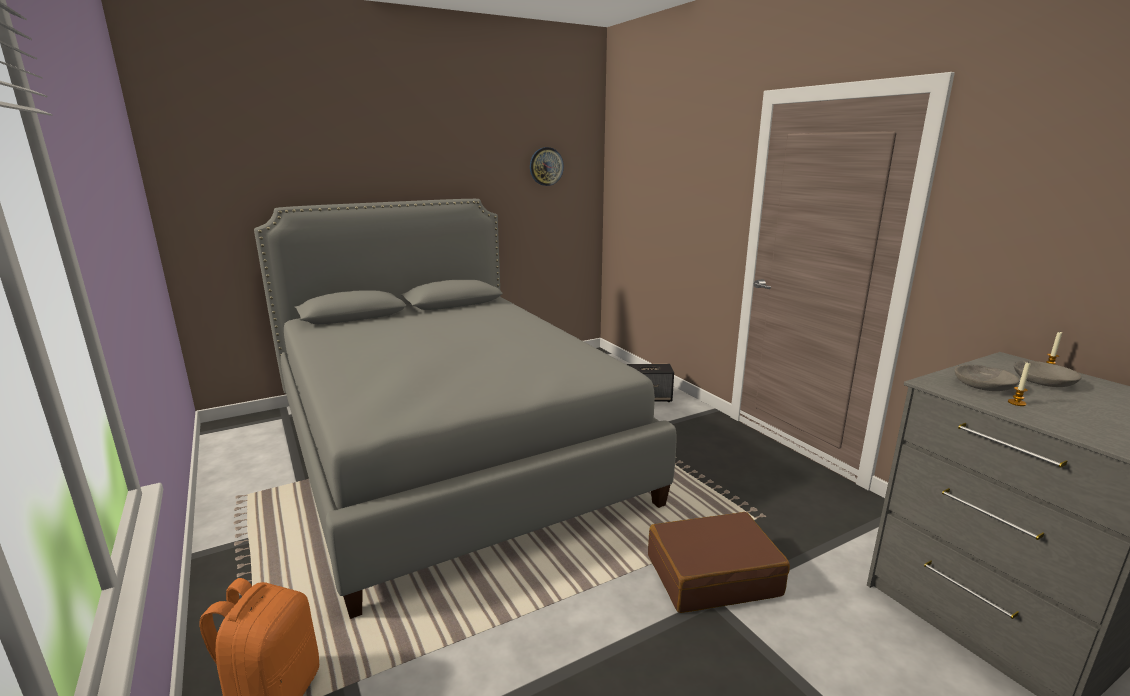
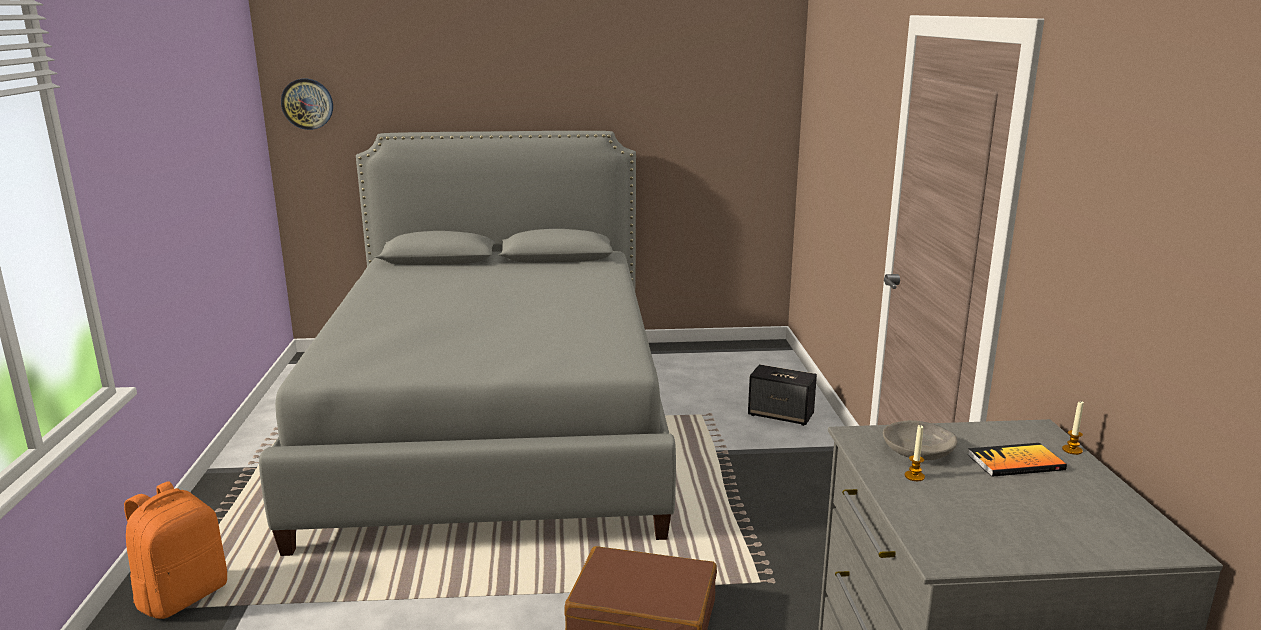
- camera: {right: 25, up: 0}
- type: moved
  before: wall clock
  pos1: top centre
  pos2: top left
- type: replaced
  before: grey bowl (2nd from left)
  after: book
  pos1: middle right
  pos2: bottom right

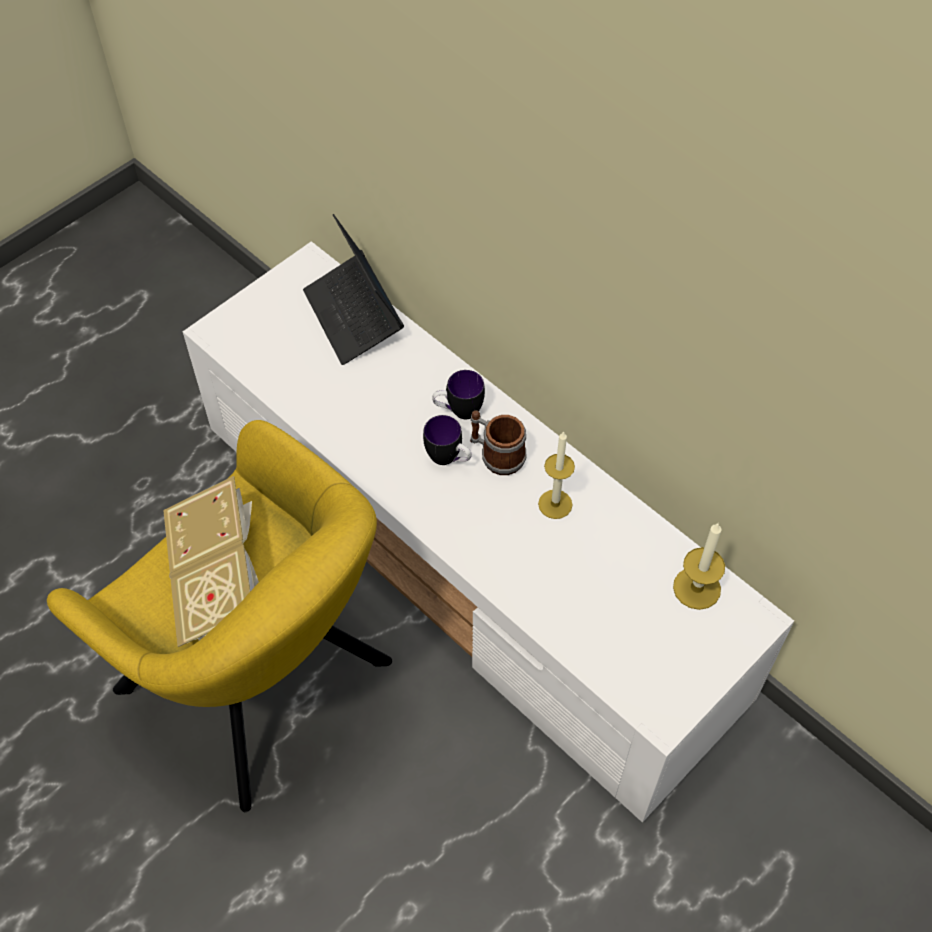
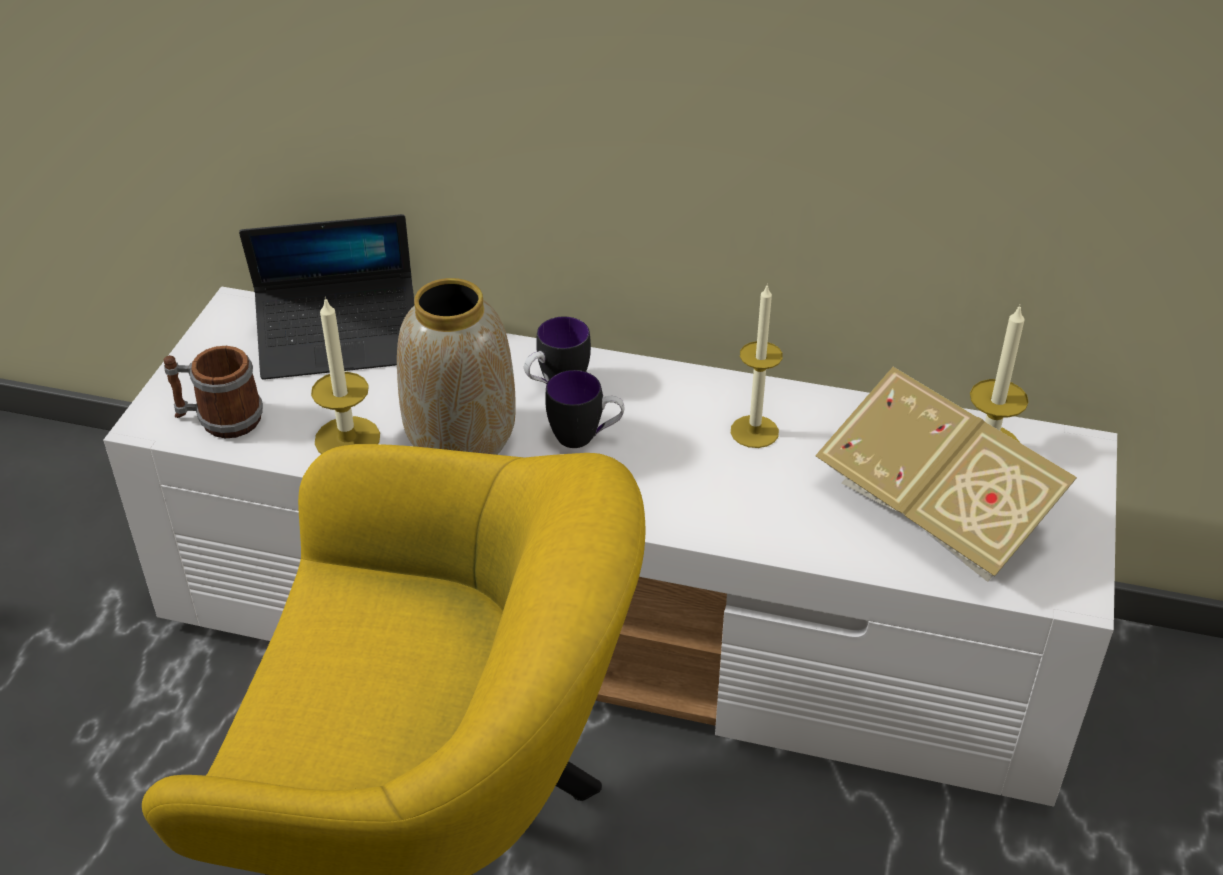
- camera: {right: -30, up: -15}
- type: turned
  before: laptop
  pos1: top centre
  pos2: middle left
  turn: -45
- type: moved
  before: mug (3rd from left in the first image)
  after: mug (1st from left)
  pos1: centre
  pos2: middle left
- type: moved
  before: book
  pos1: middle left
  pos2: middle right
- type: added
  after: vase
  pos2: centre
- type: added
  after: candle (1st from left)
  pos2: middle left

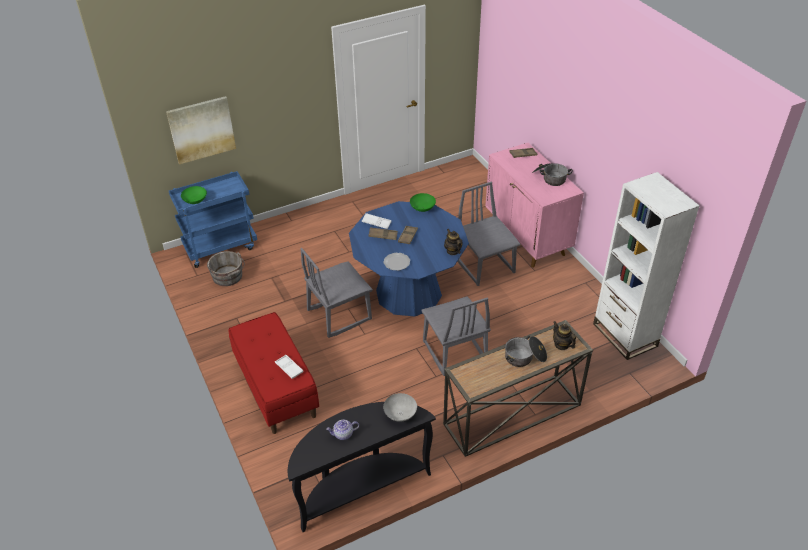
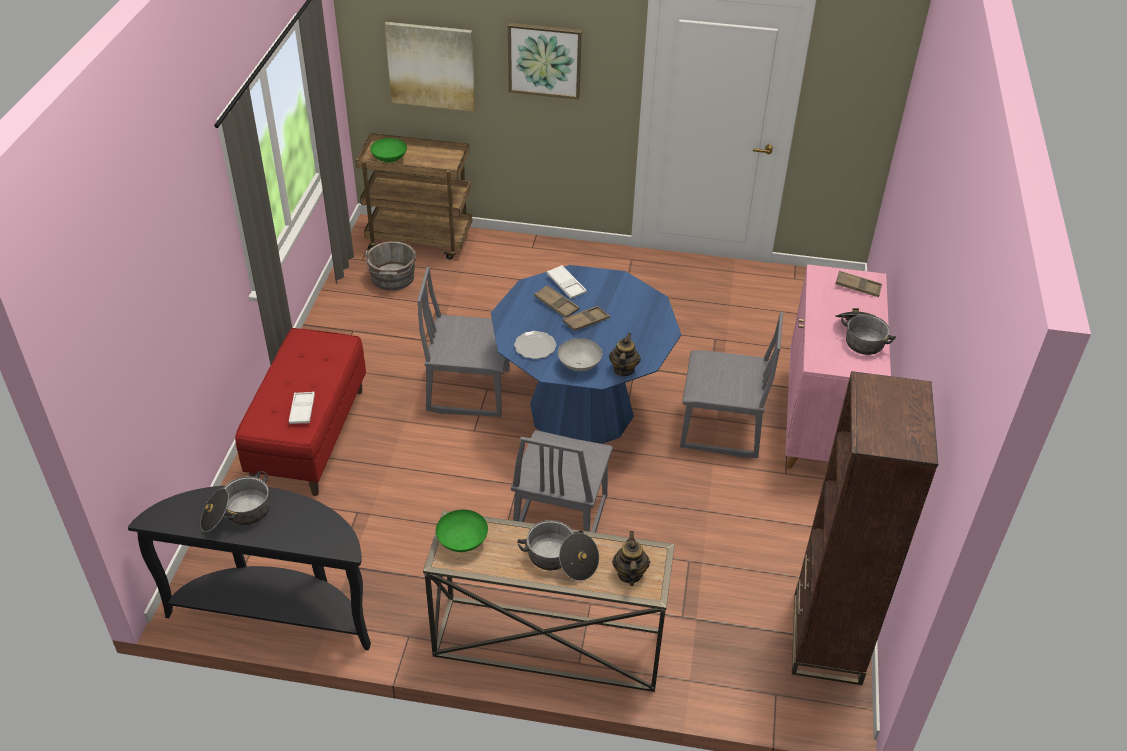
- camera: {right: 35, up: 0}
- type: recoloured
  before: blue cart
  after: brown cart
  pos1: middle left
  pos2: top centre
- type: recoloured
  before: white bookcase
  after: brown bookcase
  pos1: middle right
  pos2: bottom right
- type: turned
  before: grey chair (3rd from left)
  pos1: centre
  pos2: centre
  turn: 90
- type: moved
  before: green bowl (2nd from left)
  pos1: centre
  pos2: bottom centre
- type: moved
  before: grey bowl
  pos1: bottom centre
  pos2: centre
- type: replaced
  before: teapot (1st from left)
  after: cooking pot (1st from left)
  pos1: bottom centre
  pos2: bottom left
- type: added
  after: picture (2nd from left)
  pos2: top centre

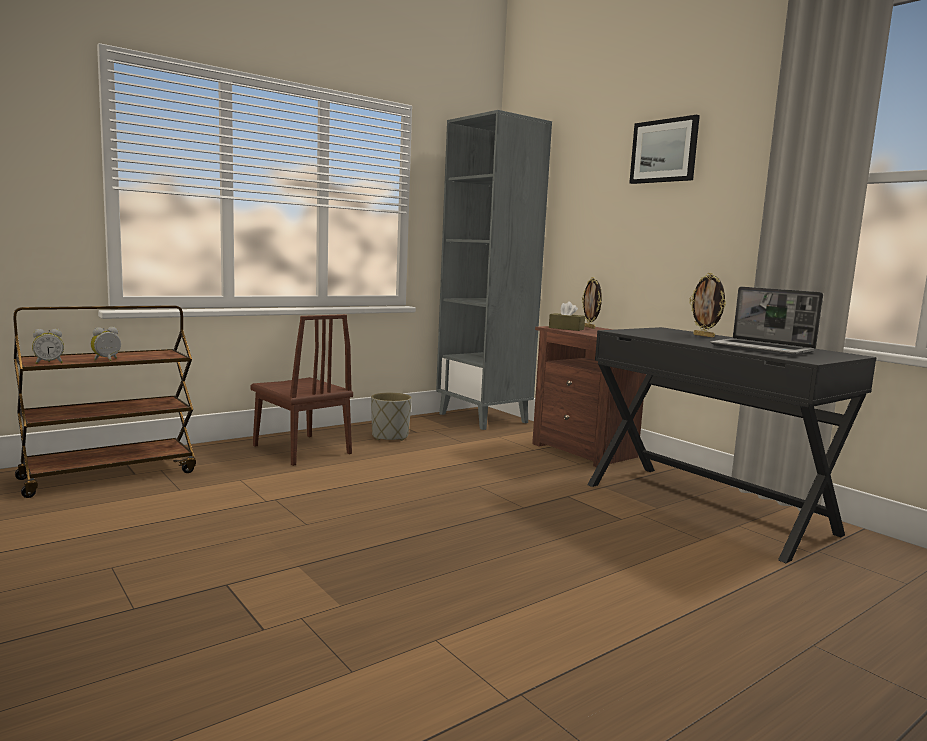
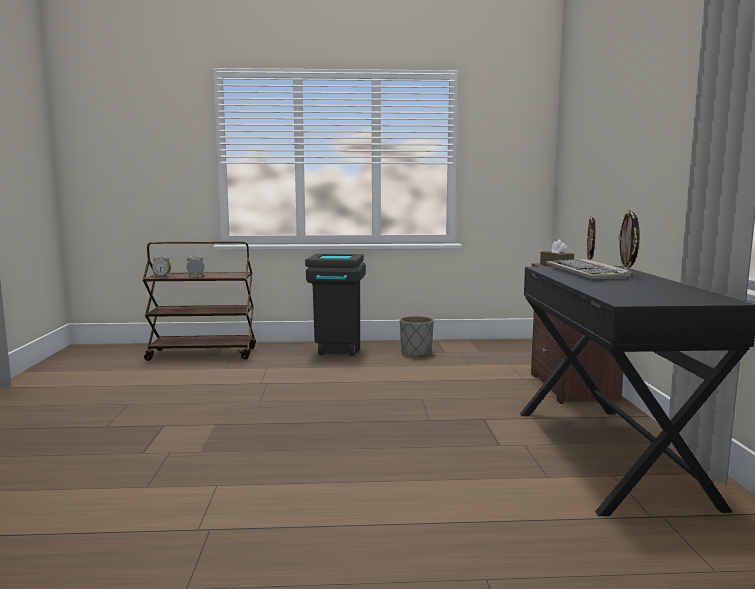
- camera: {right: 35, up: 0}
- type: removed
  before: grey bookcase
  pos1: centre
- type: removed
  before: picture
  pos1: top right
- type: removed
  before: laptop
  pos1: middle right
- type: replaced
  before: brown chair
  after: grey trash can
  pos1: middle left
  pos2: centre
- type: added
  after: keyboard
  pos2: middle right

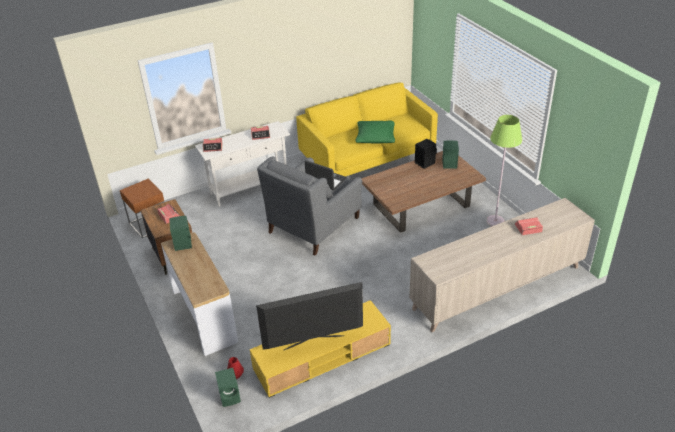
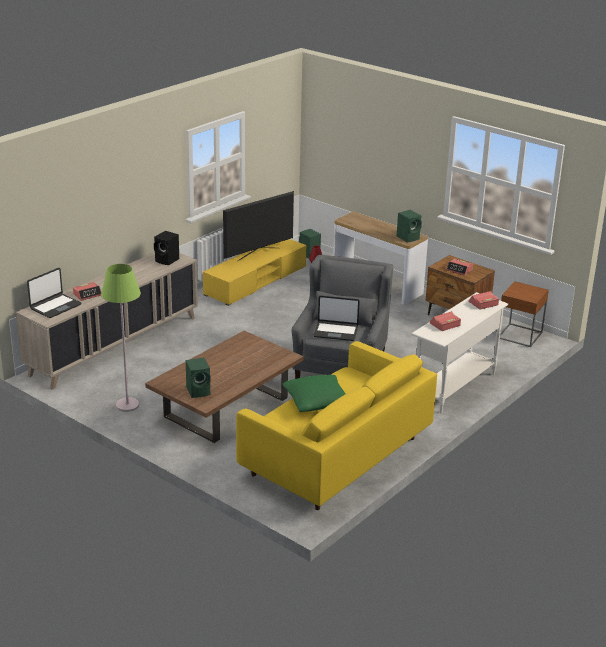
- camera: {right: 155, up: -10}
- type: moved
  before: black speaker
  pos1: centre
  pos2: middle left
- type: added
  after: laptop (1st from left)
  pos2: middle left

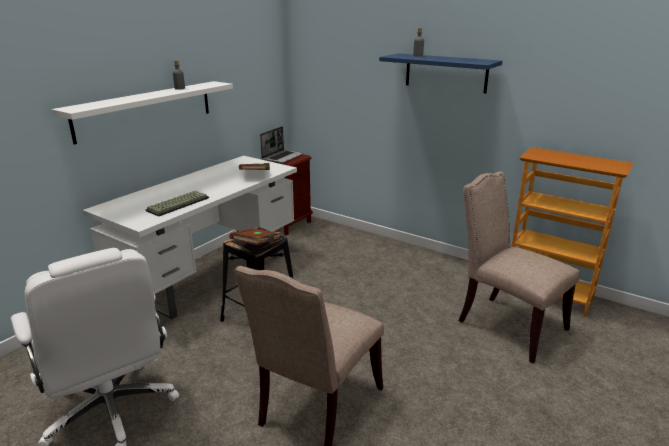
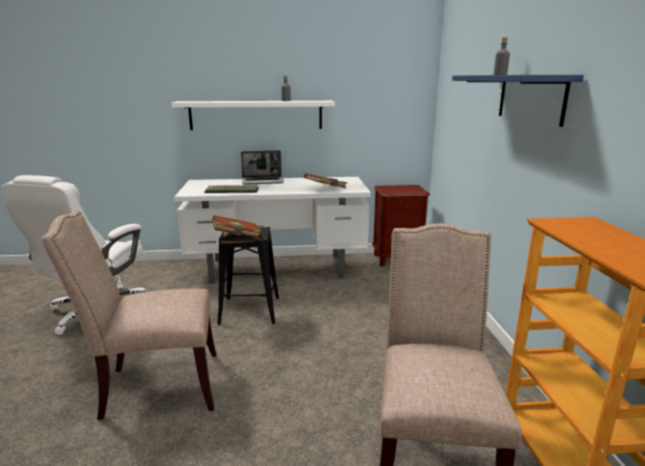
- camera: {right: 50, up: -5}
- type: moved
  before: laptop
  pos1: top centre
  pos2: centre

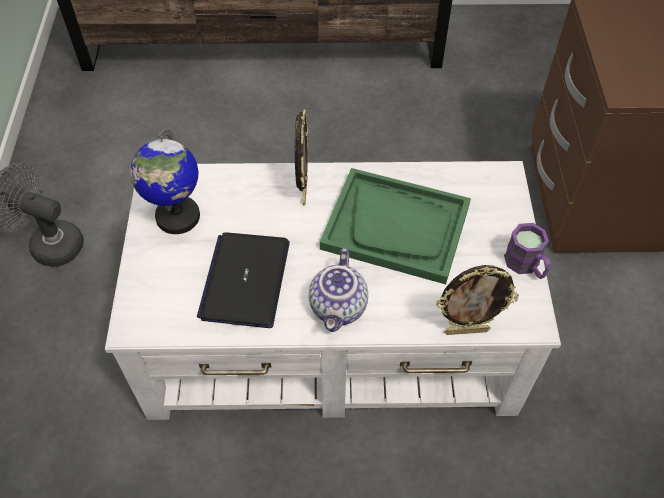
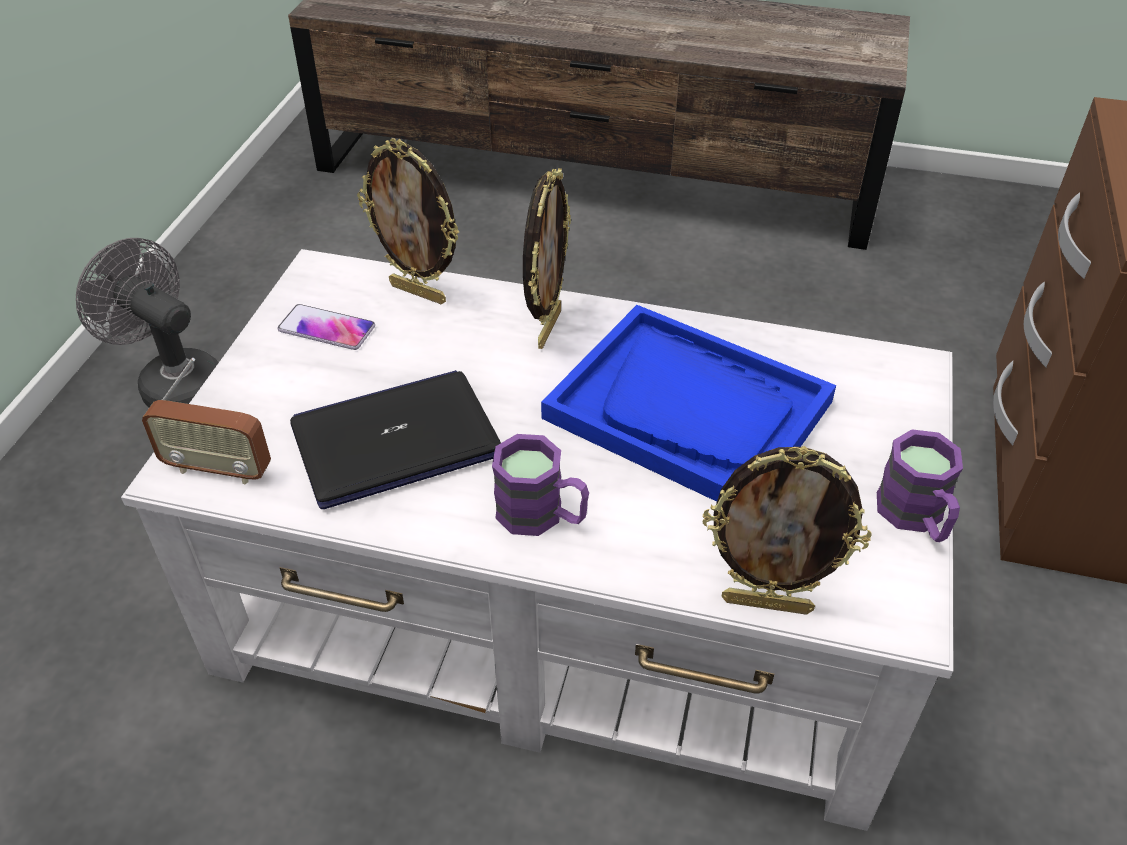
- camera: {right: 15, up: -10}
- type: replaced
  before: globe
  after: phone
  pos1: middle left
  pos2: middle left
- type: recoloured
  before: green tray
  after: blue tray
  pos1: centre
  pos2: centre
- type: turned
  before: laptop
  pos1: centre
  pos2: centre
  turn: 45
- type: replaced
  before: teapot
  after: purple mug (1st from left)
  pos1: centre
  pos2: centre
- type: added
  after: picture frame (1st from left)
  pos2: top centre
- type: added
  after: radio
  pos2: middle left

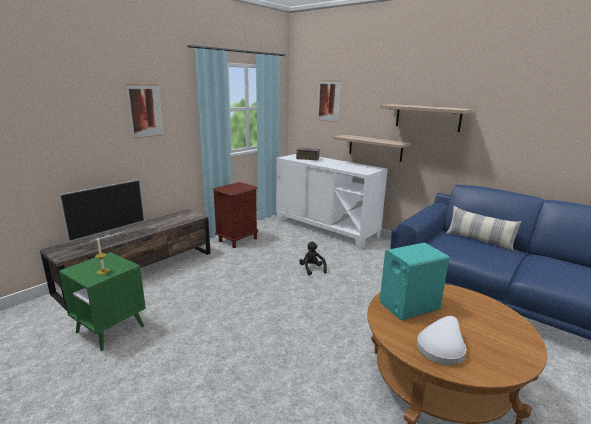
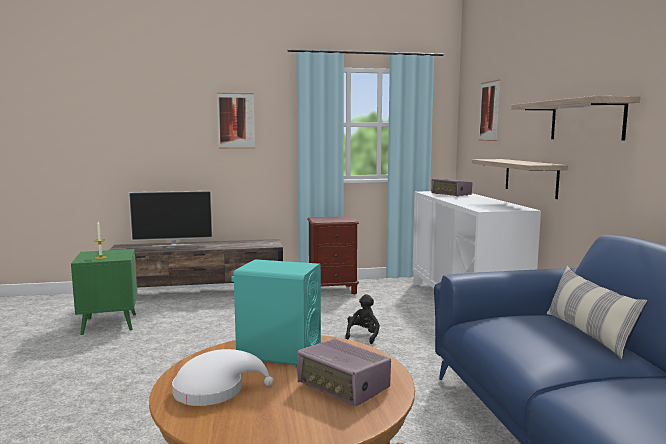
- camera: {right: 40, up: -10}
- type: added
  after: radio (1st from left)
  pos2: bottom centre

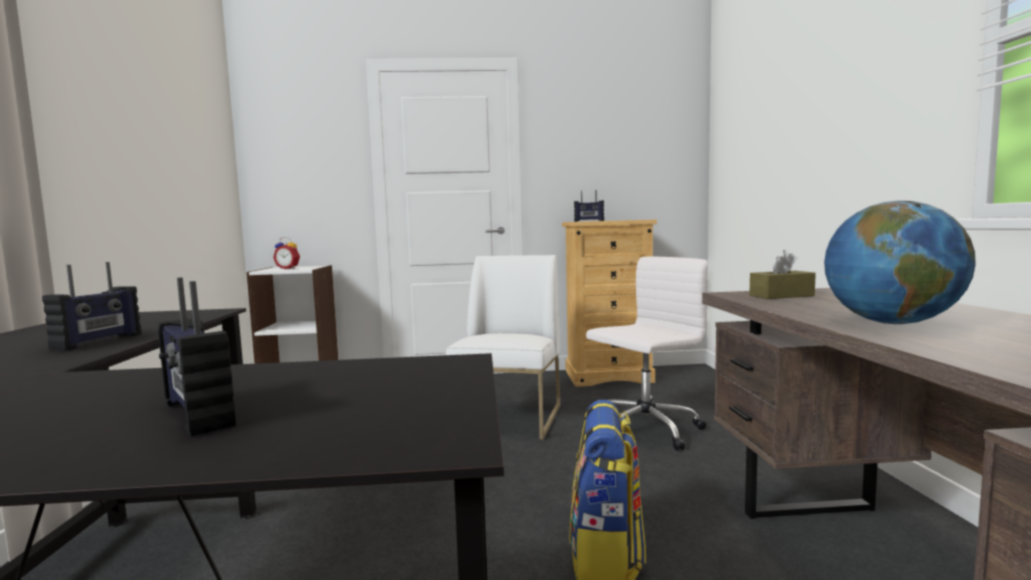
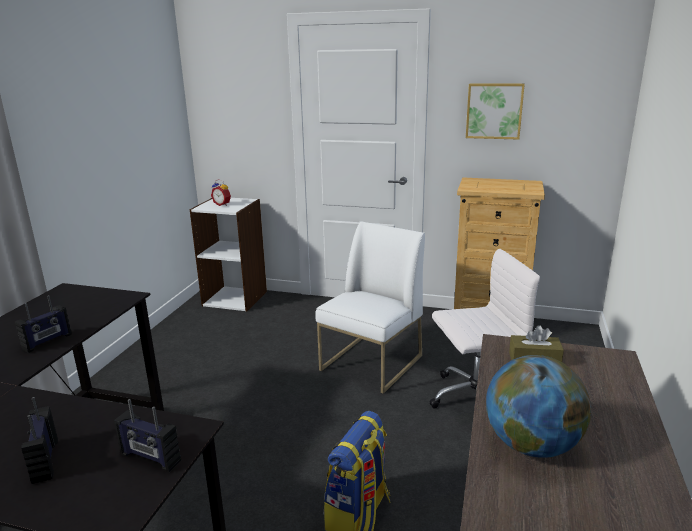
- camera: {right: 20, up: 15}
- type: moved
  before: radio (3rd from left)
  pos1: centre
  pos2: bottom left
- type: added
  after: picture
  pos2: top right

